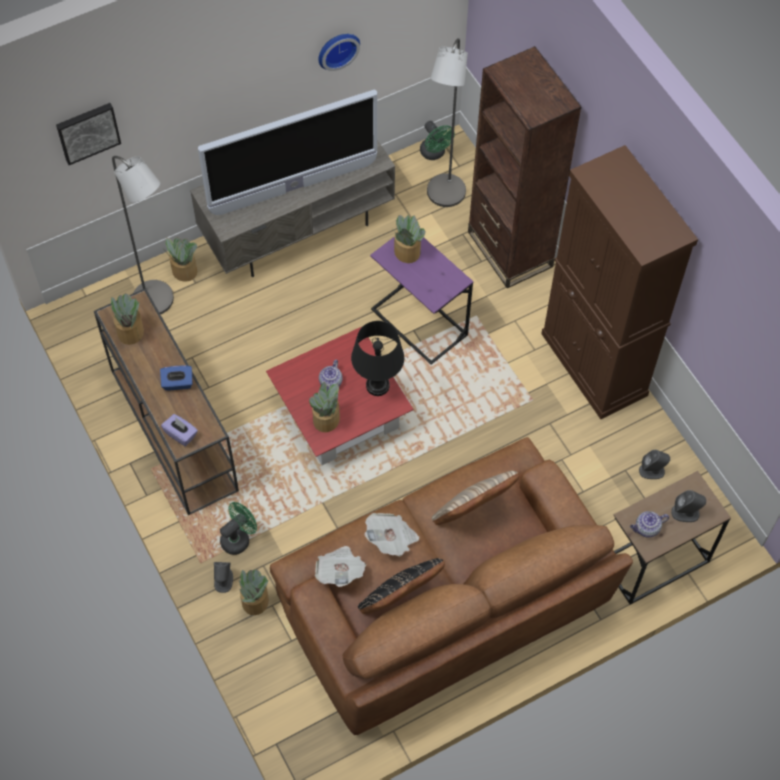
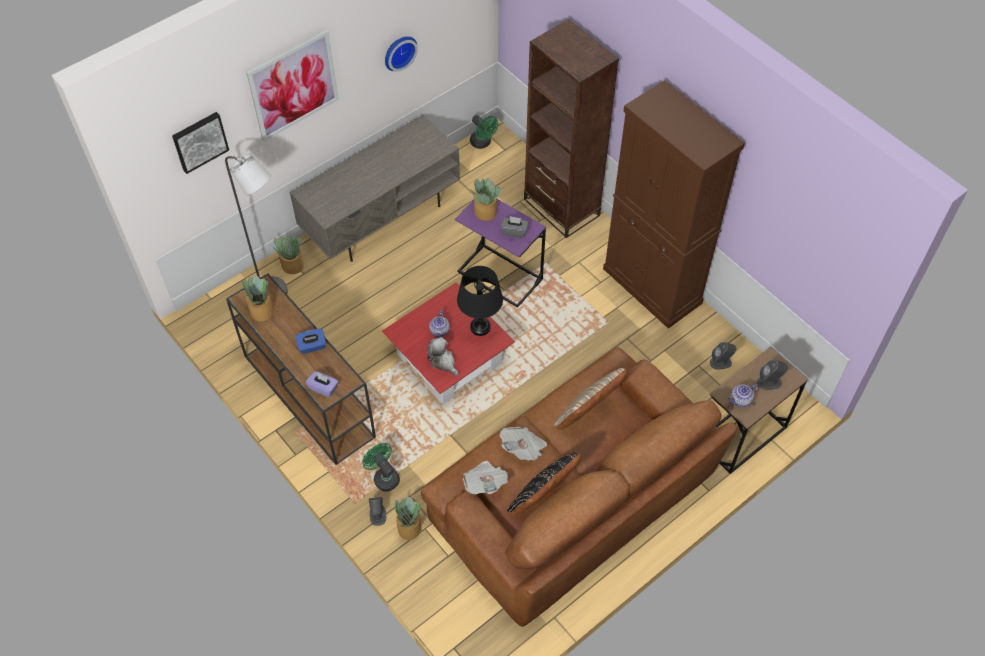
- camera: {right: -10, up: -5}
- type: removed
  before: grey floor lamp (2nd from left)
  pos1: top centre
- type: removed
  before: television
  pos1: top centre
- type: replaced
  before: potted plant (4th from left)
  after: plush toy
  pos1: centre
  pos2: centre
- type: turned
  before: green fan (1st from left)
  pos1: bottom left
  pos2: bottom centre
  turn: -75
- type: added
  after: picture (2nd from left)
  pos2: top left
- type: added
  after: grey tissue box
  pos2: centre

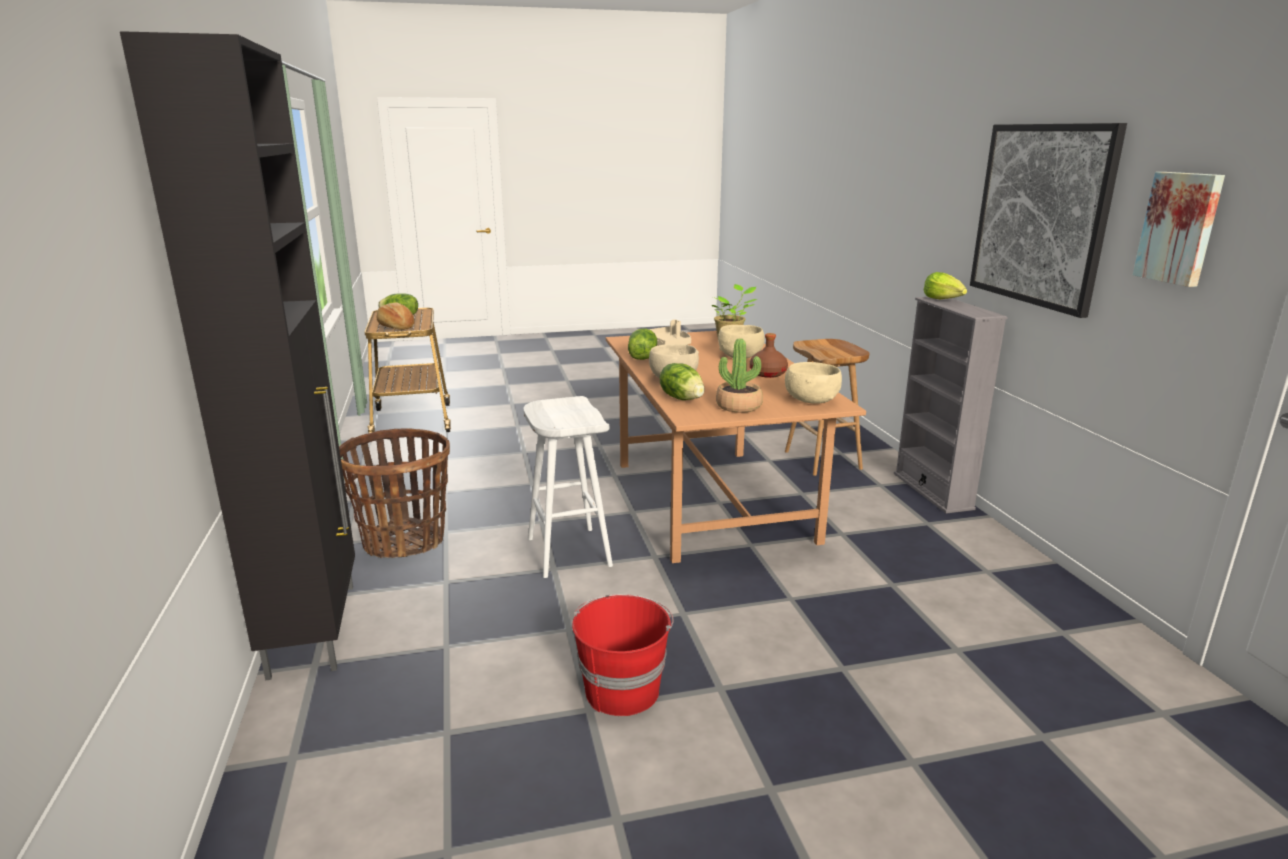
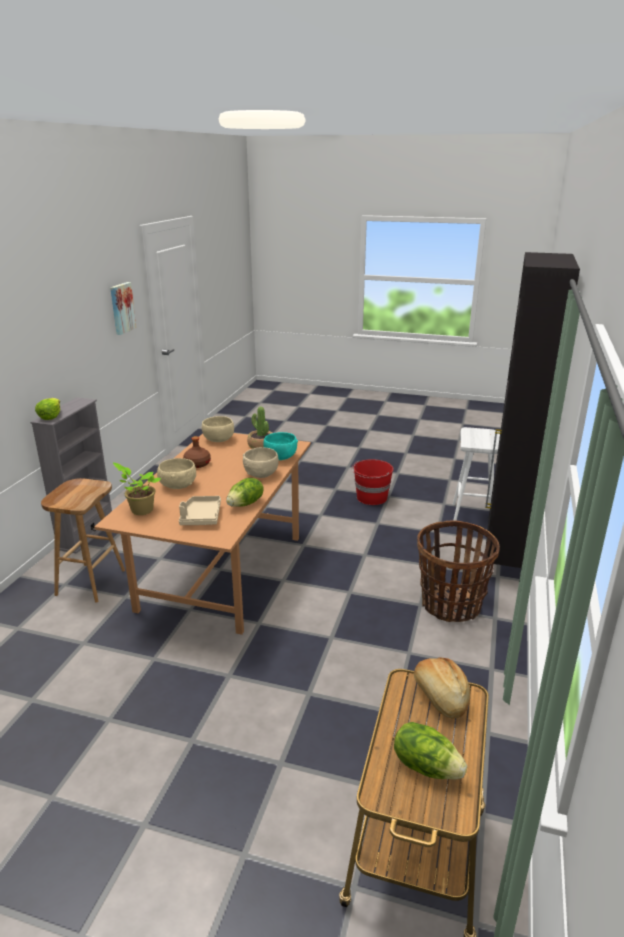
- camera: {right: -150, up: 5}
- type: removed
  before: picture (1st from left)
  pos1: top right
- type: replaced
  before: lettuce (3rd from left)
  after: turquoise bowl
  pos1: centre
  pos2: centre
- type: moved
  before: white stool
  pos1: centre
  pos2: middle right

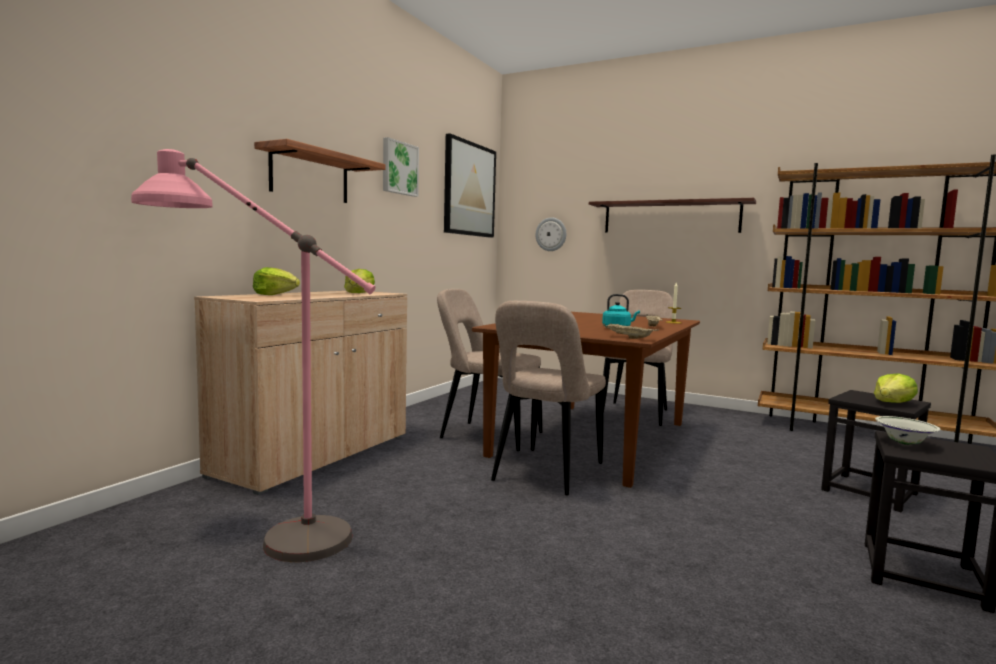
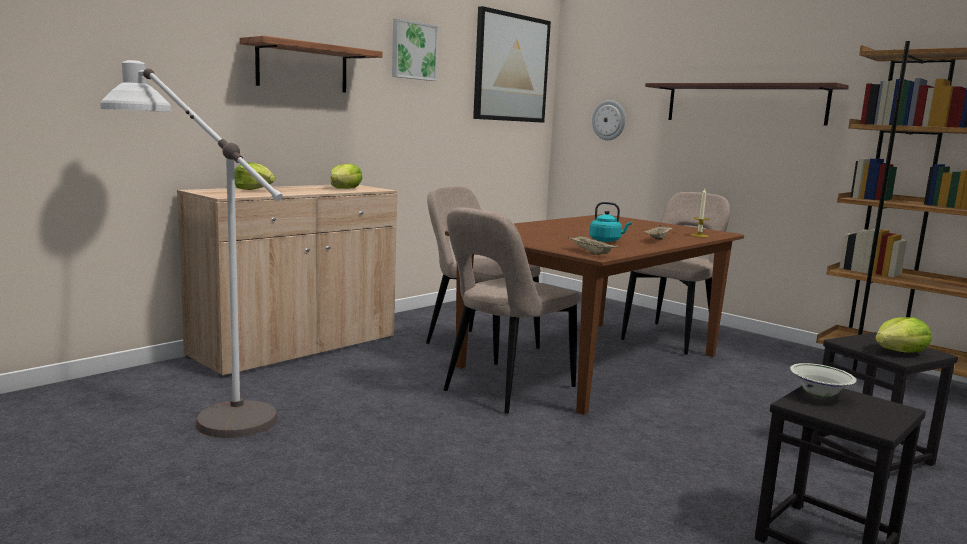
- camera: {right: 15, up: 5}
- type: recoloured
  before: pink floor lamp
  after: white floor lamp
  pos1: middle left
  pos2: middle left

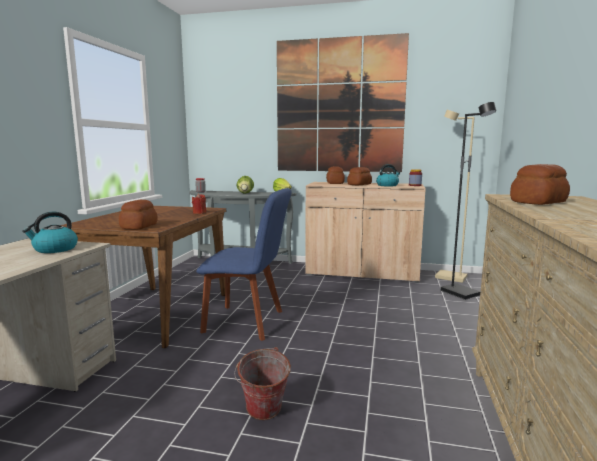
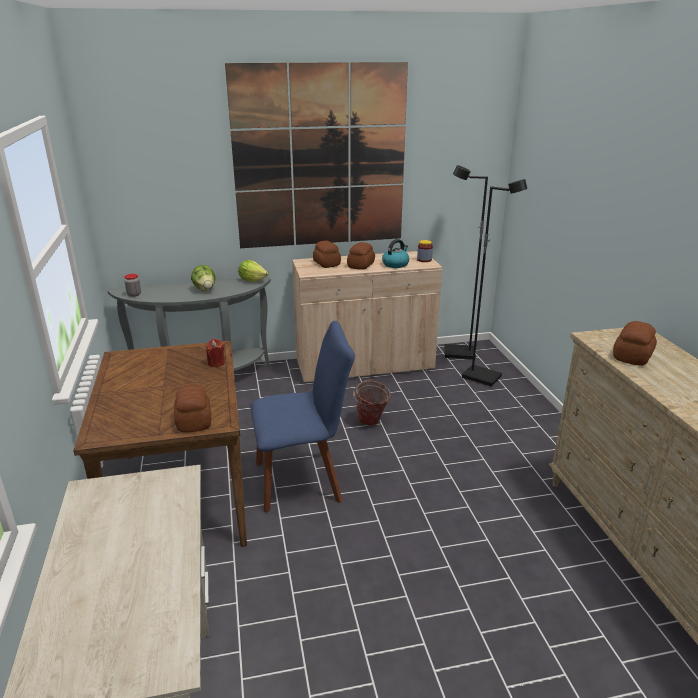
- camera: {right: -25, up: 15}
- type: recoloured
  before: beige floor lamp
  after: black floor lamp (1st from left)
  pos1: middle right
  pos2: middle right
- type: removed
  before: kettle (1st from left)
  pos1: middle left
- type: moved
  before: bucket
  pos1: bottom centre
  pos2: centre

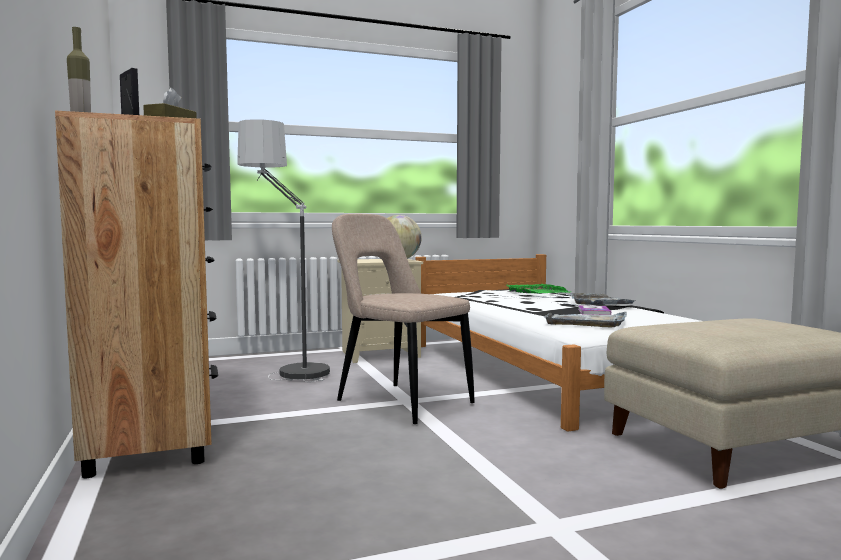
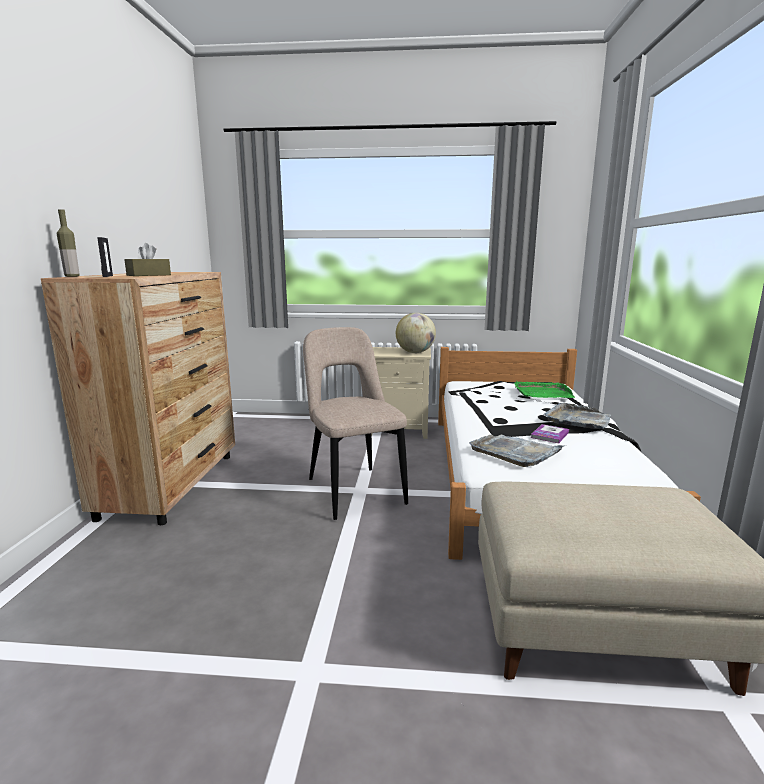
- camera: {right: 25, up: 10}
- type: removed
  before: floor lamp
  pos1: centre

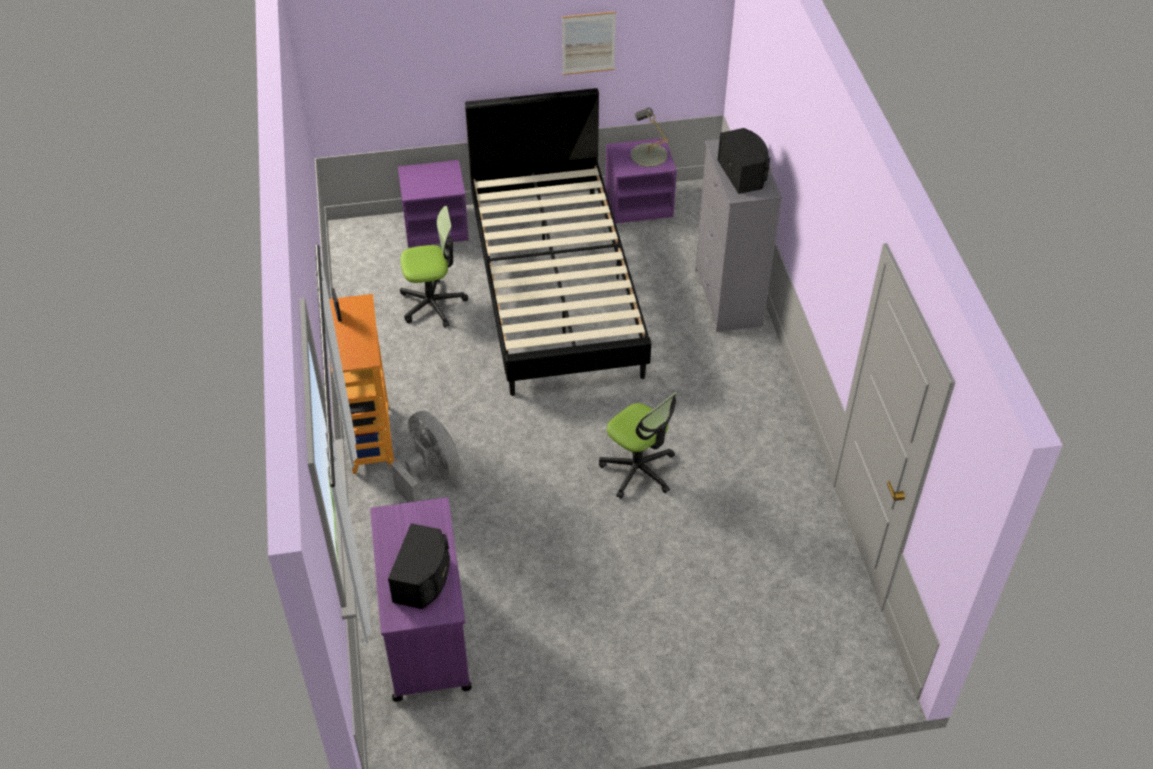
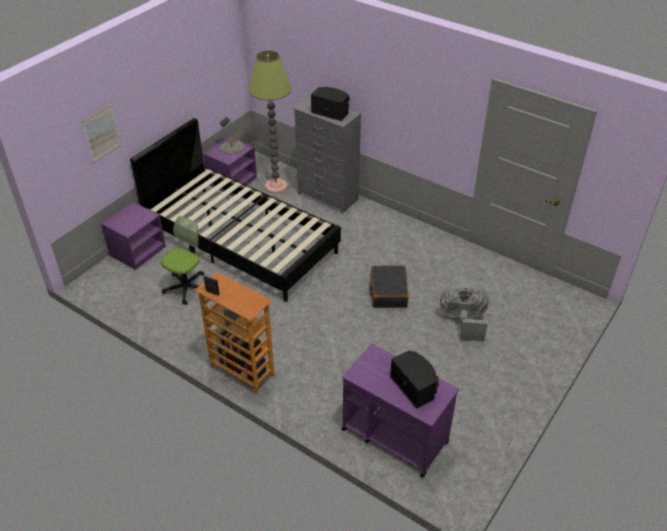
- camera: {right: -45, up: -5}
- type: moved
  before: picture
  pos1: top centre
  pos2: top left
- type: replaced
  before: office chair (2nd from left)
  after: black suitcase
  pos1: centre
  pos2: centre
- type: moved
  before: grey fan
  pos1: centre
  pos2: middle right
- type: added
  after: floor lamp
  pos2: top centre

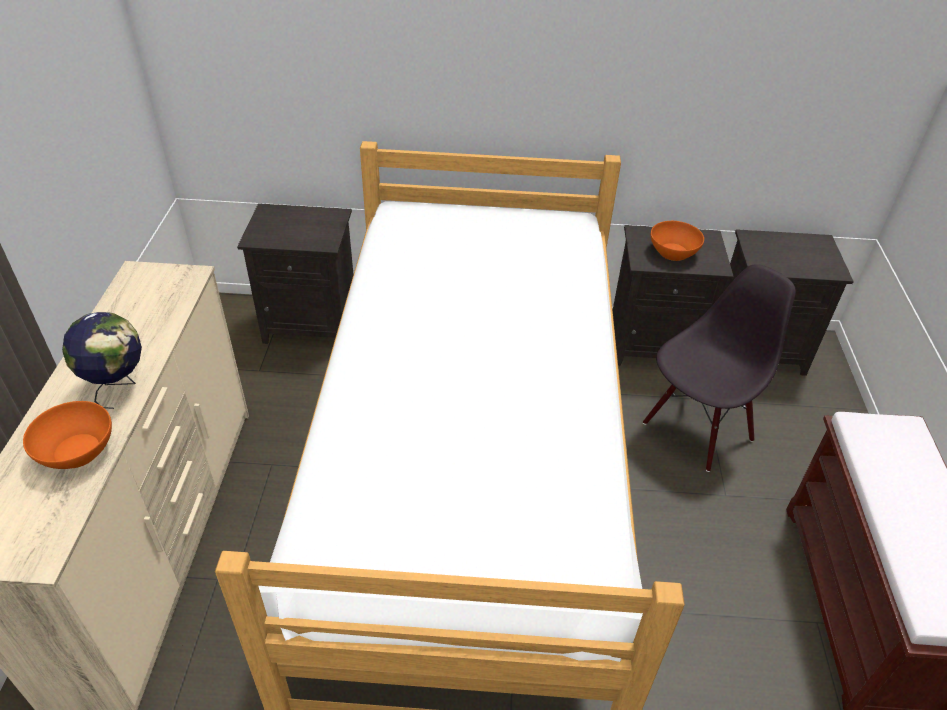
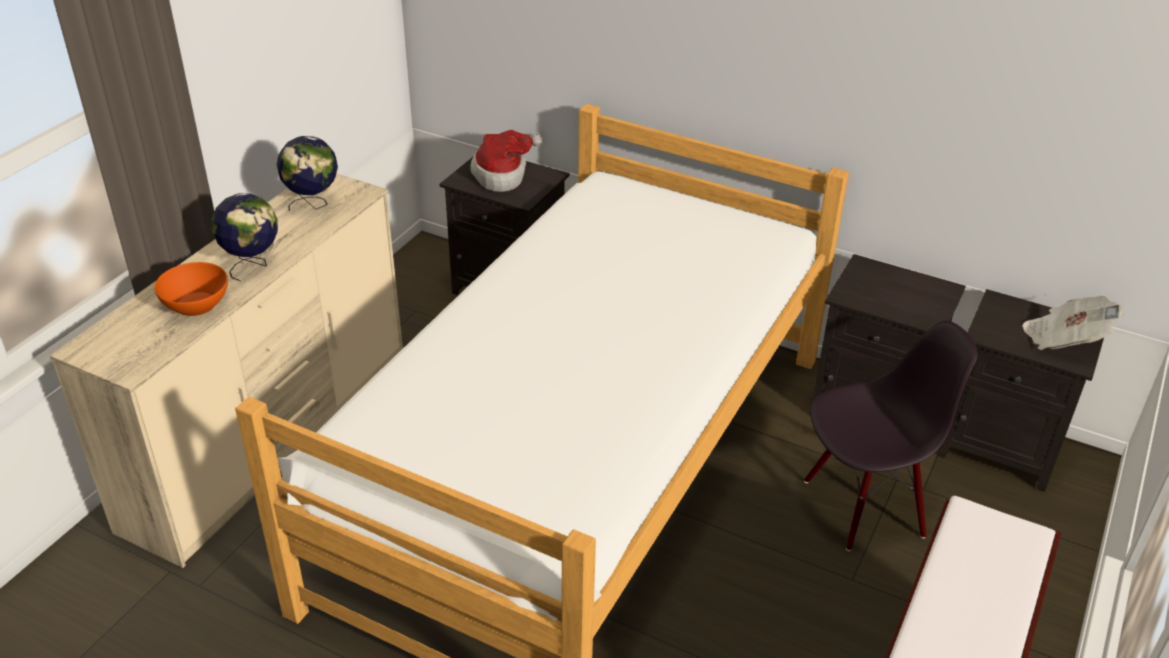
- camera: {right: 25, up: -5}
- type: removed
  before: orange bowl (2nd from left)
  pos1: middle right
- type: added
  after: hat
  pos2: top centre
- type: added
  after: globe (2nd from left)
  pos2: top left
- type: added
  after: newspaper
  pos2: middle right

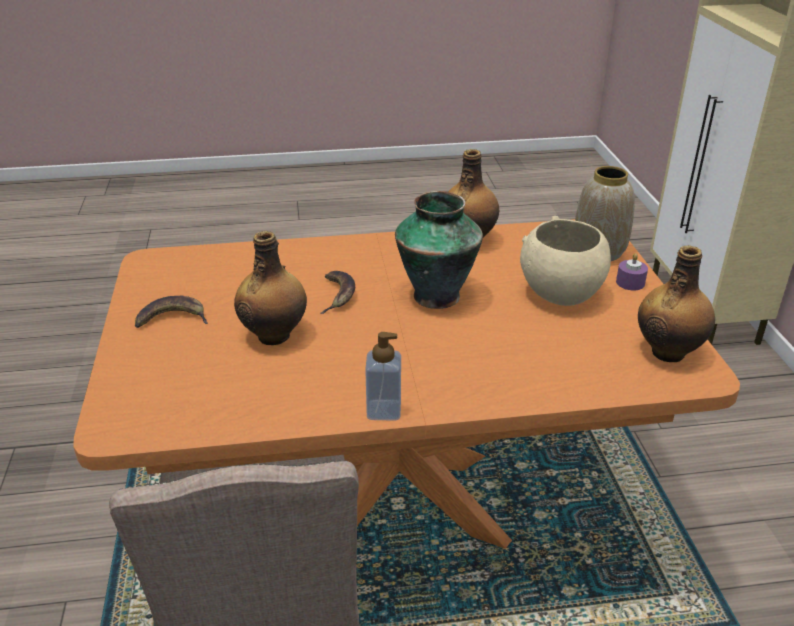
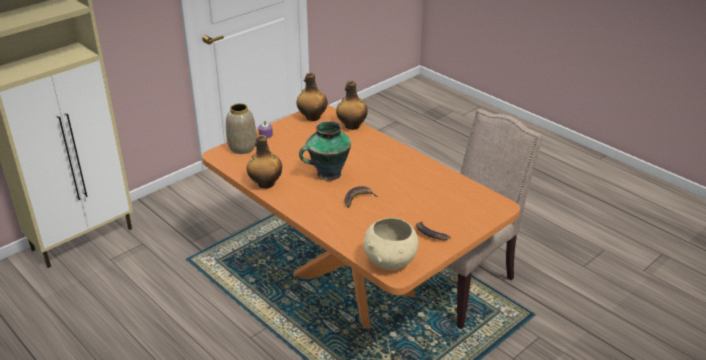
- camera: {right: -125, up: 0}
- type: moved
  before: beige bowl
  pos1: middle right
  pos2: bottom centre
- type: moved
  before: bottle (1st from left in the first image)
  after: bottle (3rd from left)
  pos1: centre
  pos2: top centre
- type: removed
  before: soap dispenser
  pos1: centre

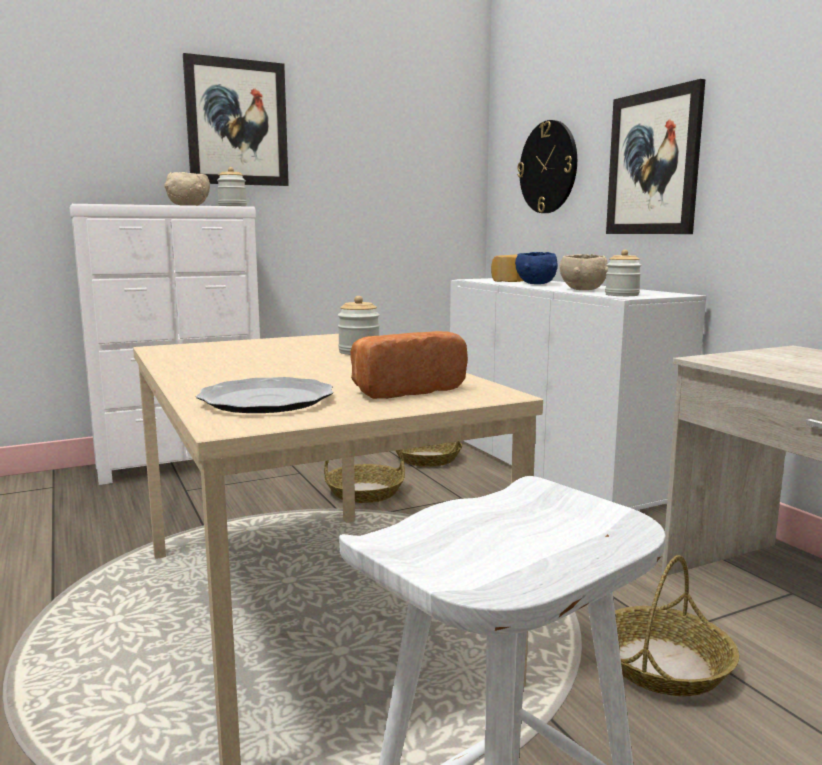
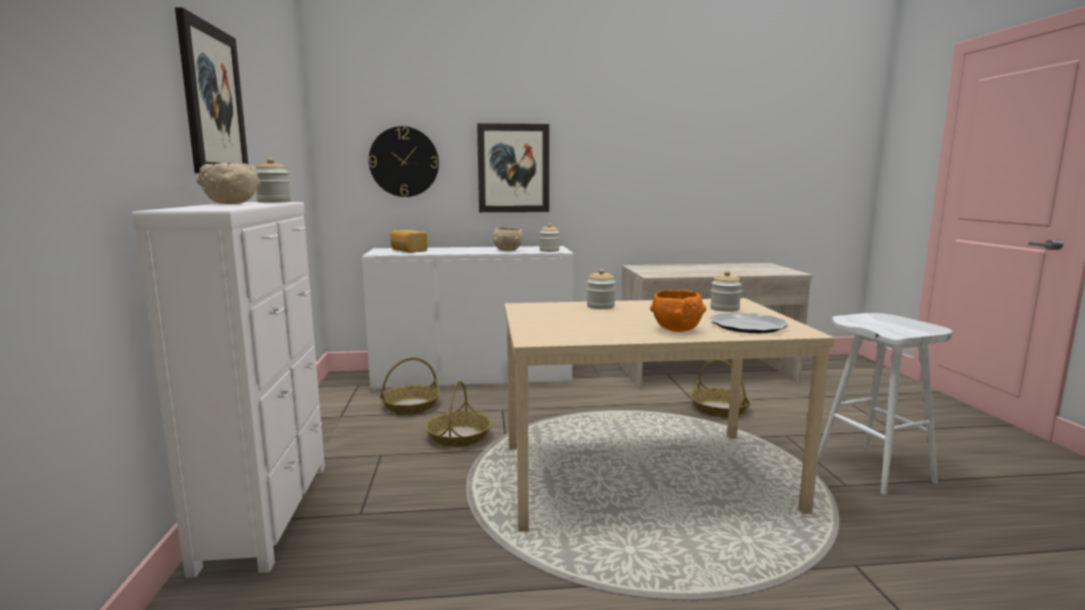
- camera: {right: -70, up: 0}
- type: removed
  before: blue bowl
  pos1: centre
- type: replaced
  before: bread (1st from left)
  after: jar (4th from left)
  pos1: centre
  pos2: middle right
- type: added
  after: orange bowl
  pos2: centre

